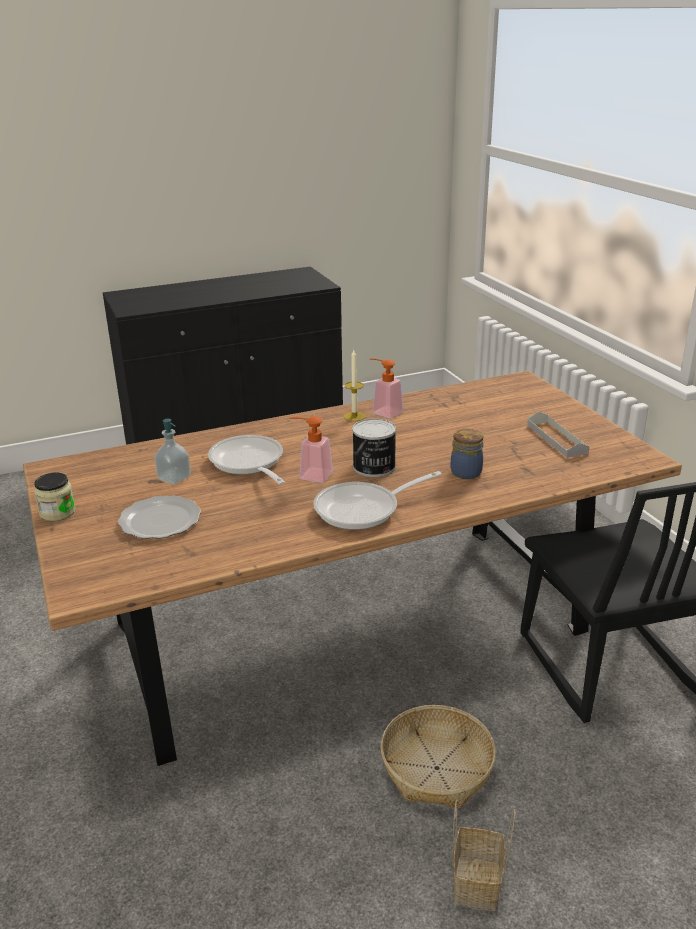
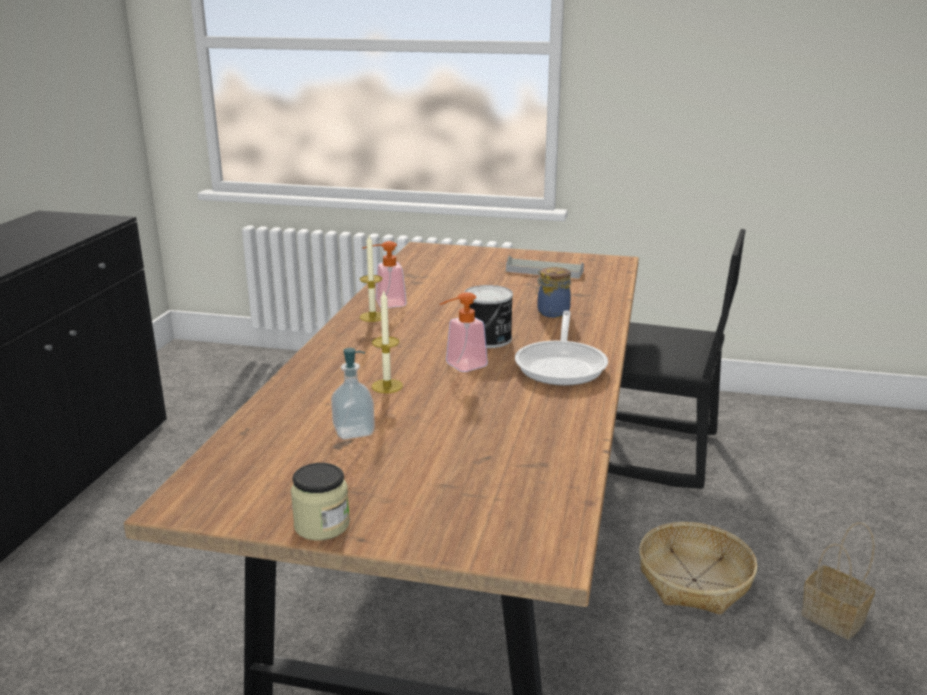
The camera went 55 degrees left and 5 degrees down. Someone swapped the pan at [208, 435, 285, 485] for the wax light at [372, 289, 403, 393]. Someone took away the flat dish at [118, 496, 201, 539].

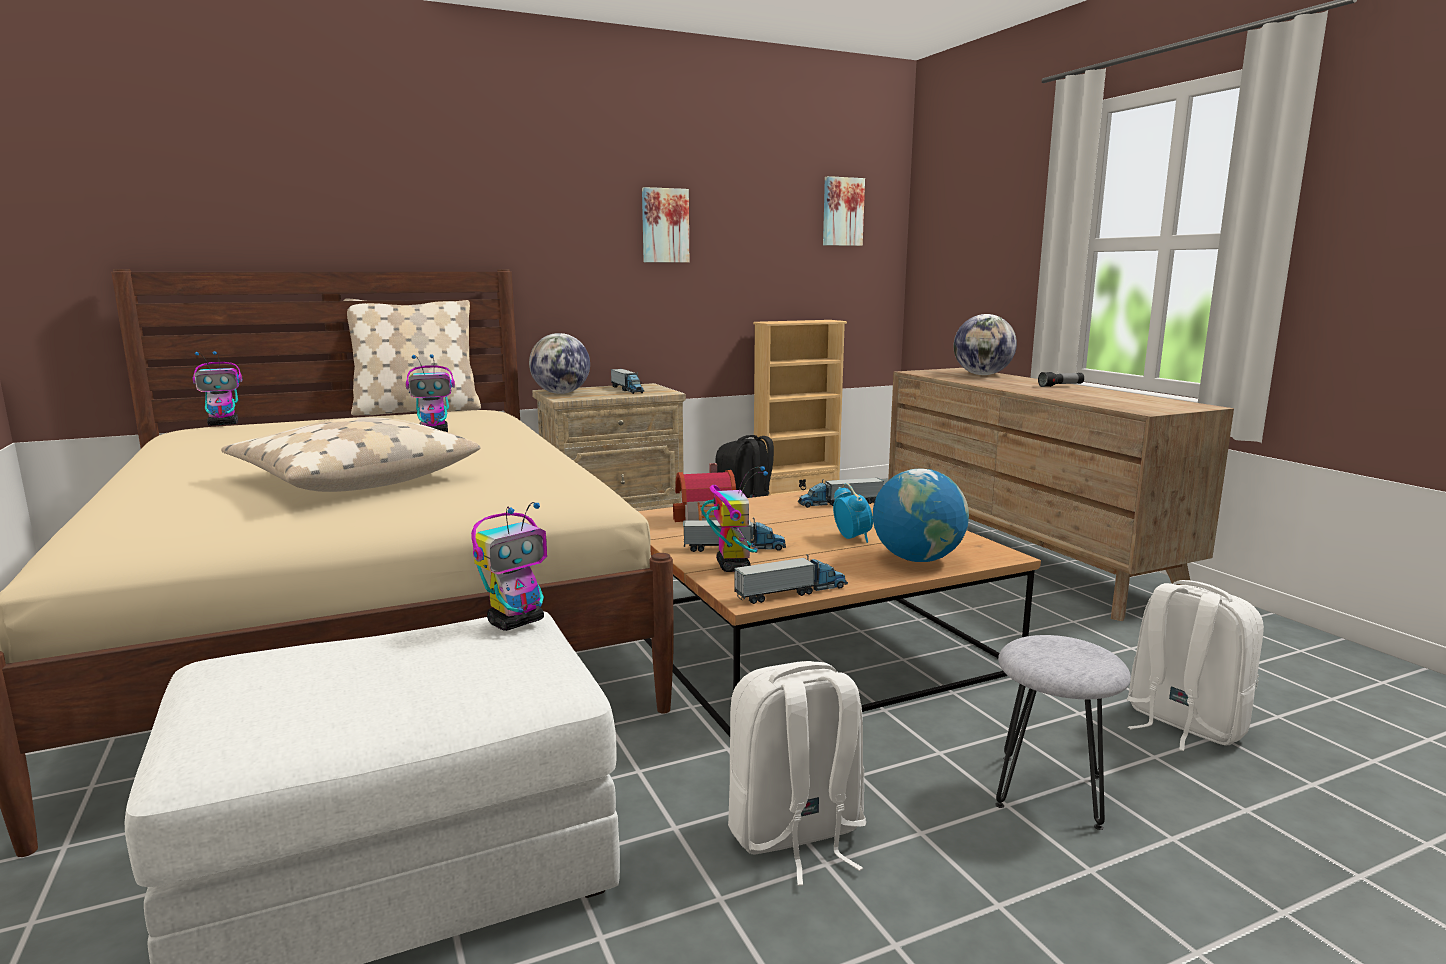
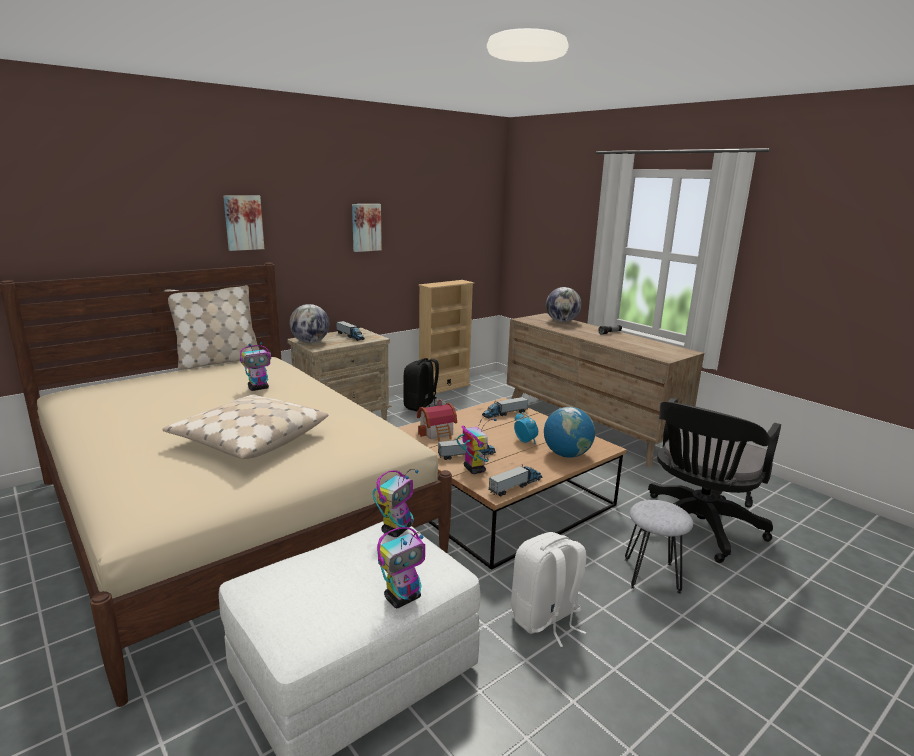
The camera went 15 degrees left and 5 degrees up. Someone carried the wall art from [823, 176, 865, 246] to [223, 195, 264, 251]. Someone carried the toy robot from [193, 351, 243, 426] to [377, 527, 425, 608]. Someone swapped the whitish knapsack at [1126, 580, 1264, 751] for the black-coloured computer chair at [642, 398, 781, 563].

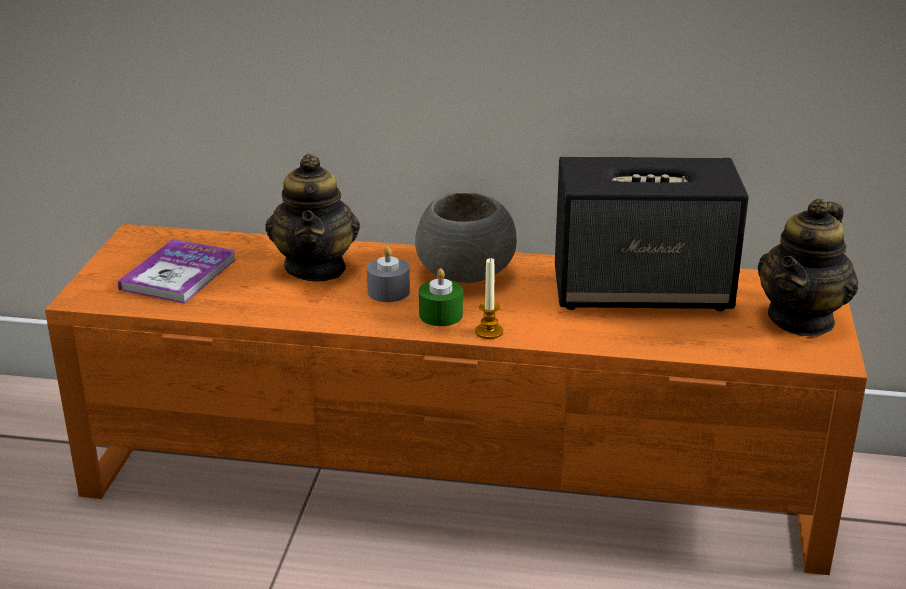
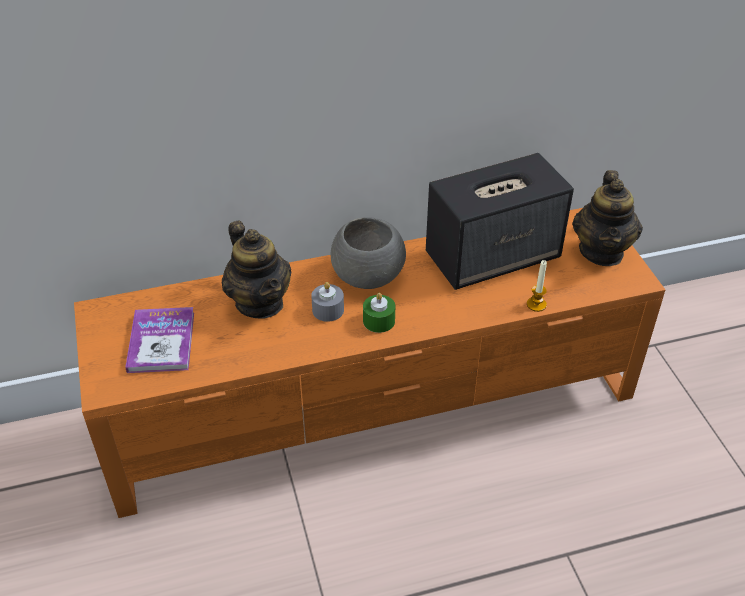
The camera went 25 degrees left and 15 degrees up. Someone carried the wax light from [475, 257, 503, 339] to [527, 260, 547, 312].

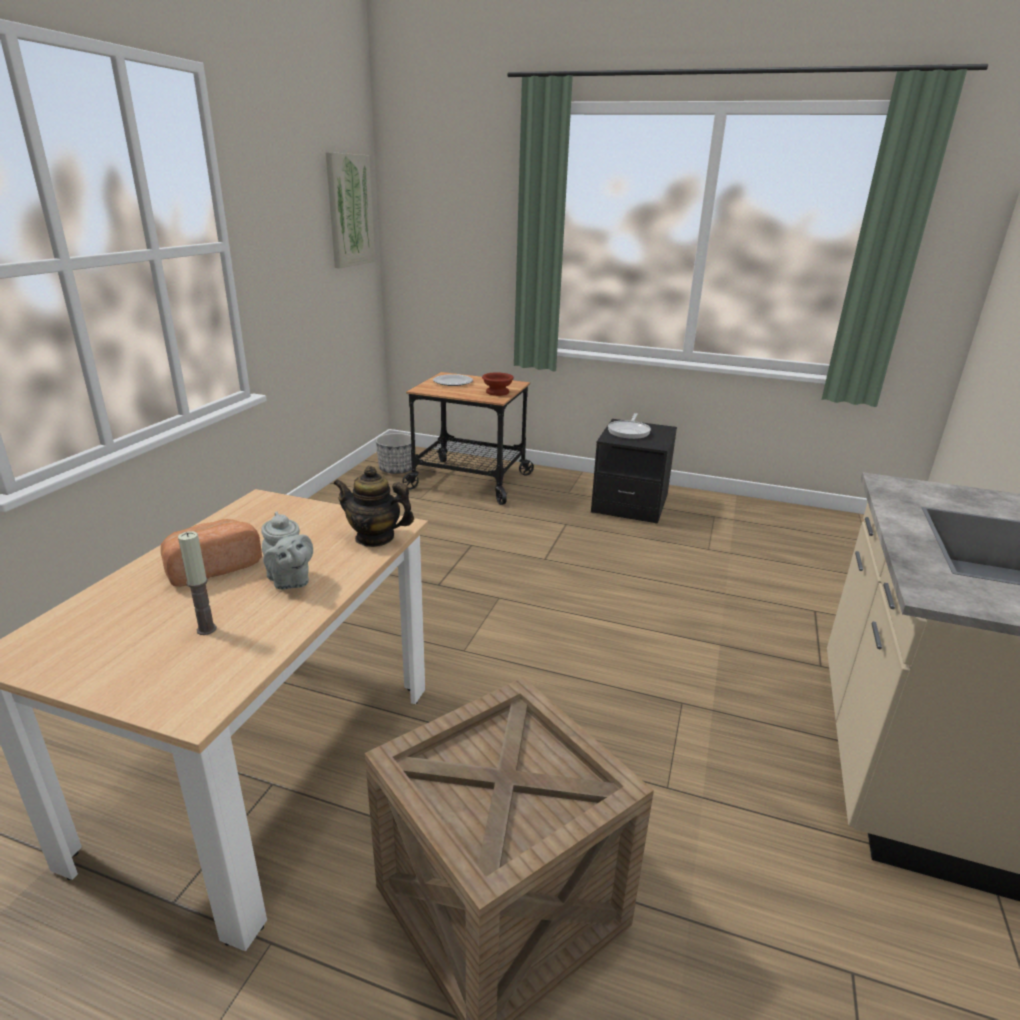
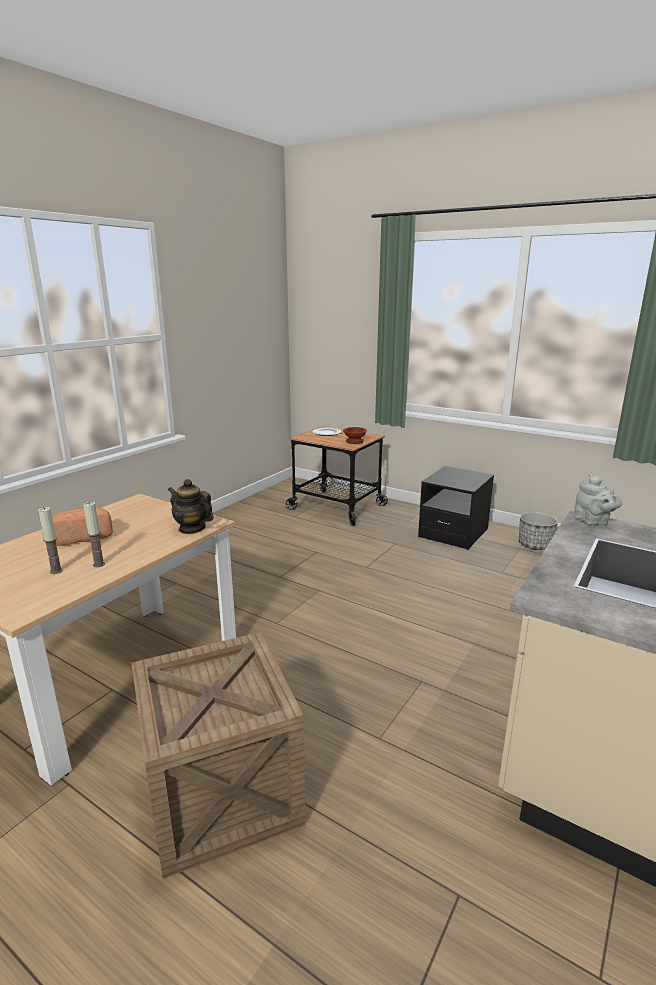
The camera went 15 degrees right and 5 degrees down. Someone took away the wall art at [325, 152, 375, 268]. Someone took away the pan at [608, 413, 651, 439]. Someone carried the plant pot from [376, 433, 412, 474] to [519, 512, 558, 550]. Someone carried the greyish teapot from [261, 511, 313, 590] to [574, 474, 622, 526]. Someone put down the wax light at [83, 502, 105, 567].

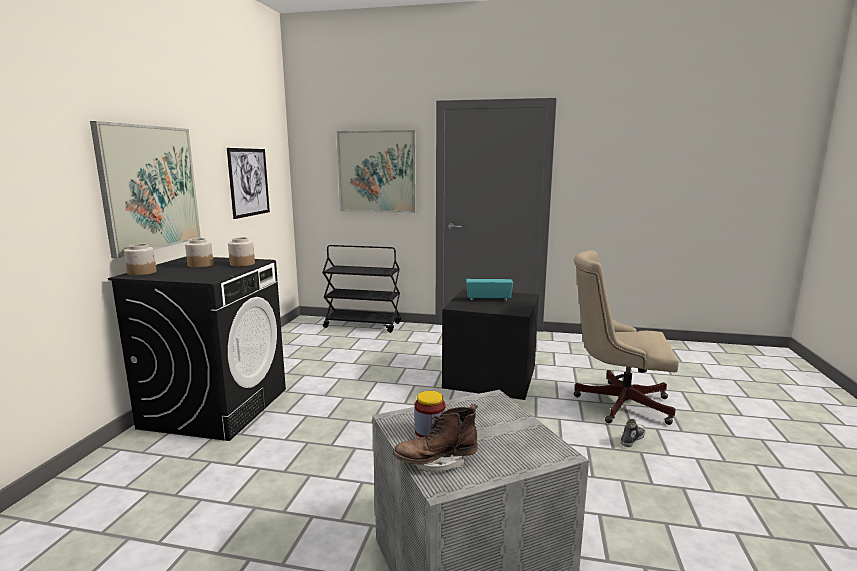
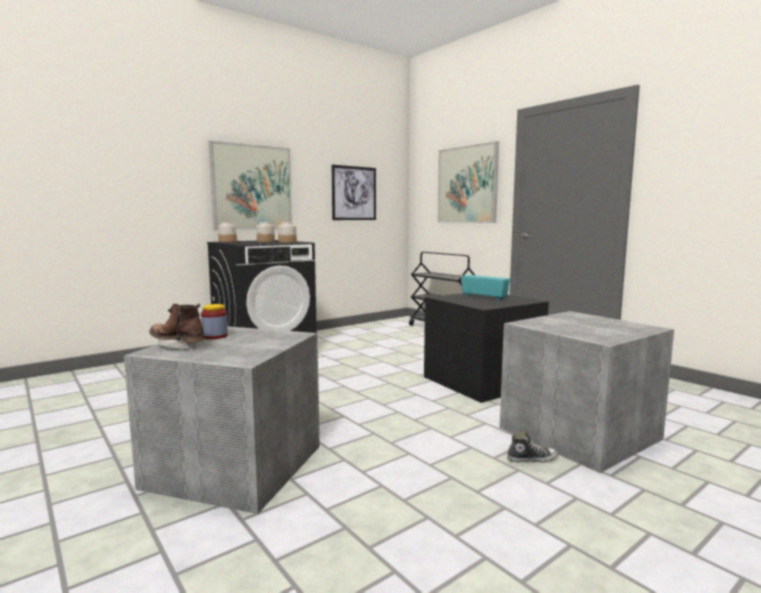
The camera went 40 degrees right and 5 degrees down. Someone swapped the beige-coloured computer chair at [574, 250, 679, 425] for the greyish storage box at [500, 311, 674, 473].

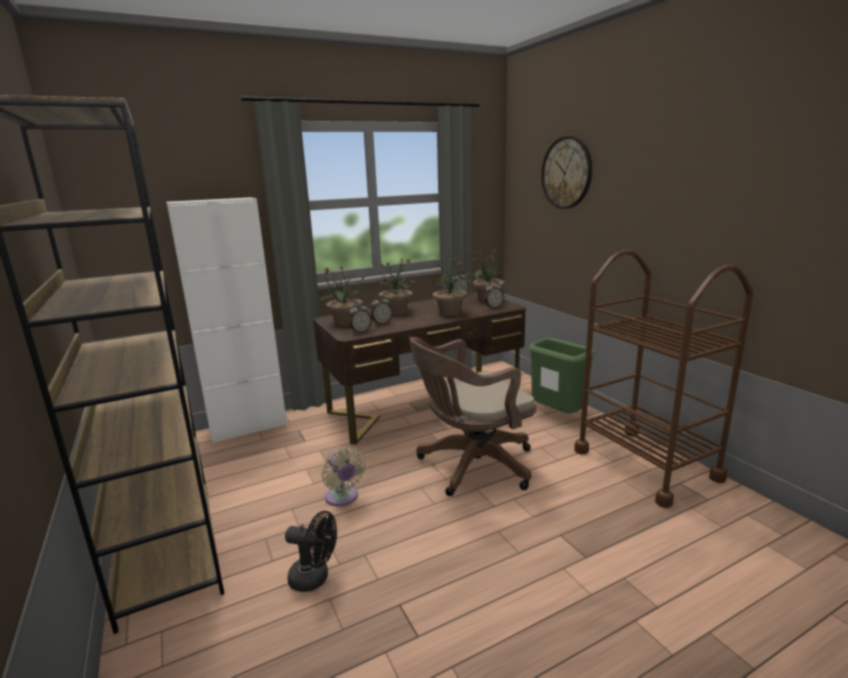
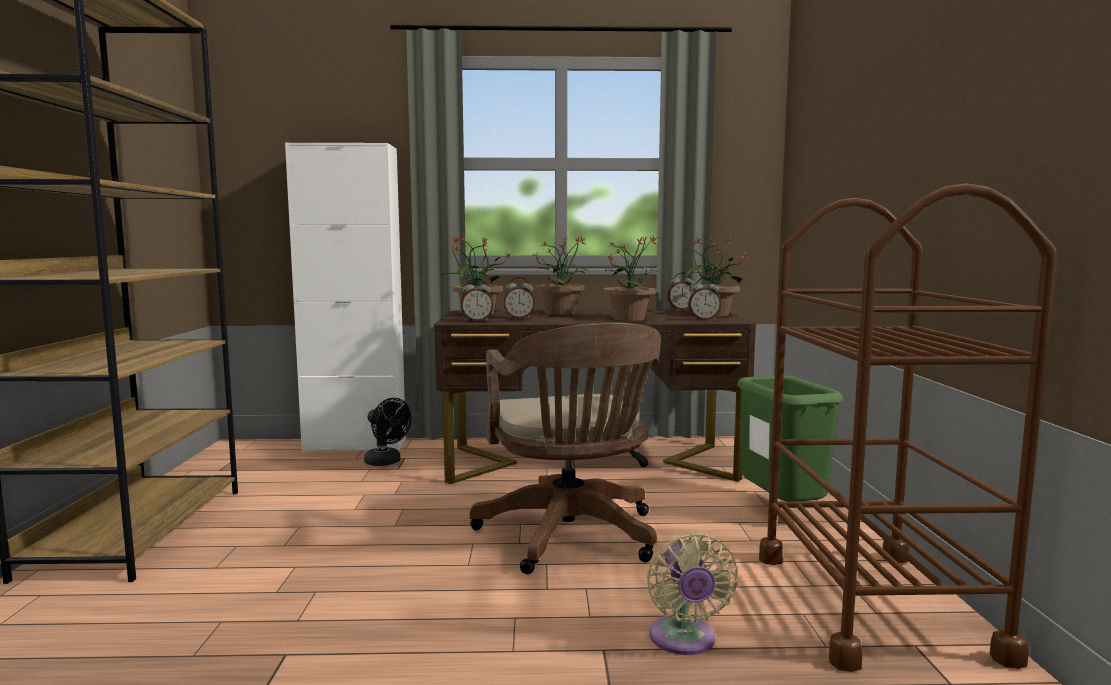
The camera went 25 degrees right and 10 degrees down. Someone took away the clock on the wall at [541, 136, 592, 209]. Someone rotated the brownish computer chair at [409, 337, 536, 496] by 105 degrees counterclockwise. Someone carried the beige-coloured fan from [322, 447, 366, 507] to [647, 533, 738, 655]. Someone carried the black-coloured fan from [285, 511, 337, 592] to [364, 398, 412, 466].

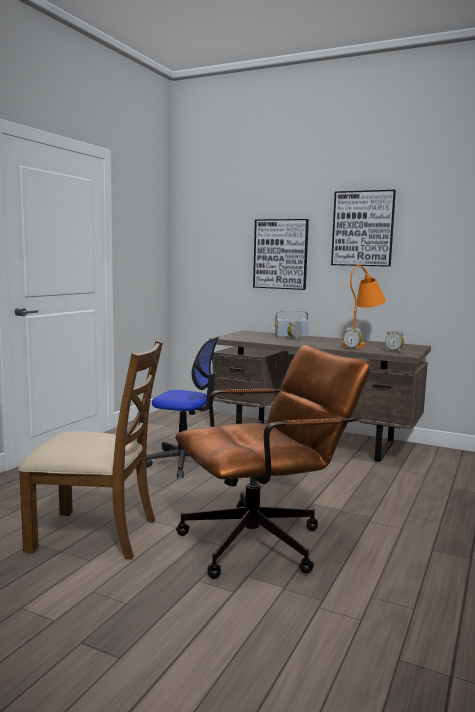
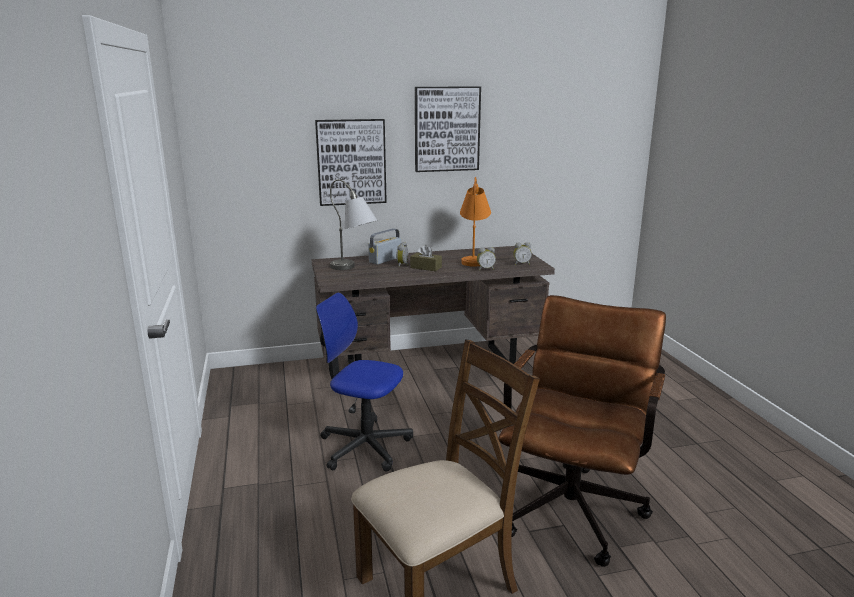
The camera went 40 degrees left and 10 degrees up. Someone rotated the computer chair at [146, 337, 219, 478] by 135 degrees counterclockwise. Someone put down the greyish table lamp at [330, 179, 378, 270]. Someone put down the brownish box of tissues at [410, 245, 442, 271].

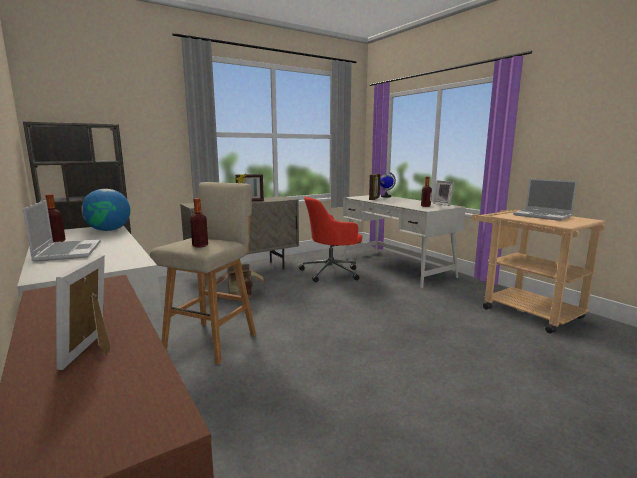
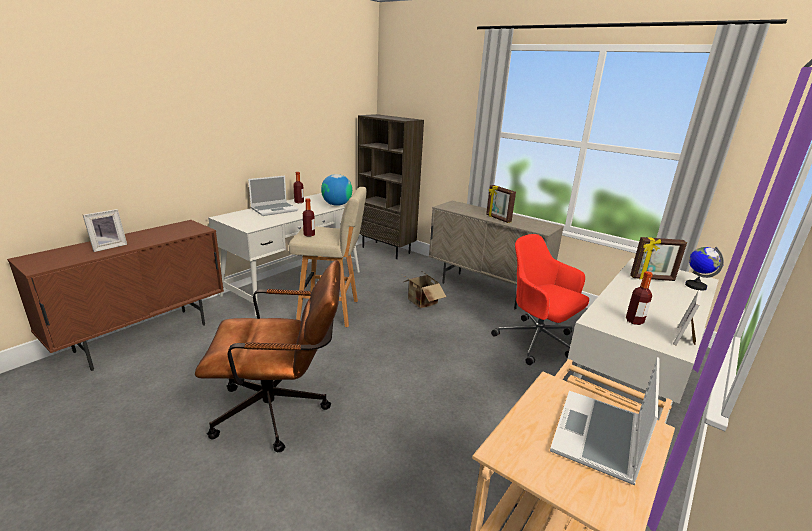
The camera went 70 degrees right and 10 degrees up. Someone rotated the standing frame at [56, 255, 111, 370] by 150 degrees clockwise. Someone put down the brownish computer chair at [195, 260, 341, 452].

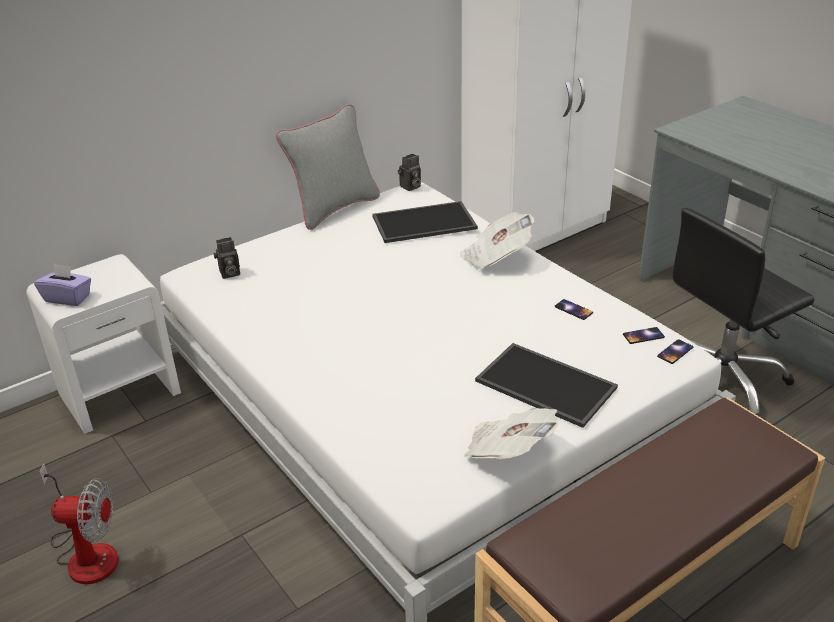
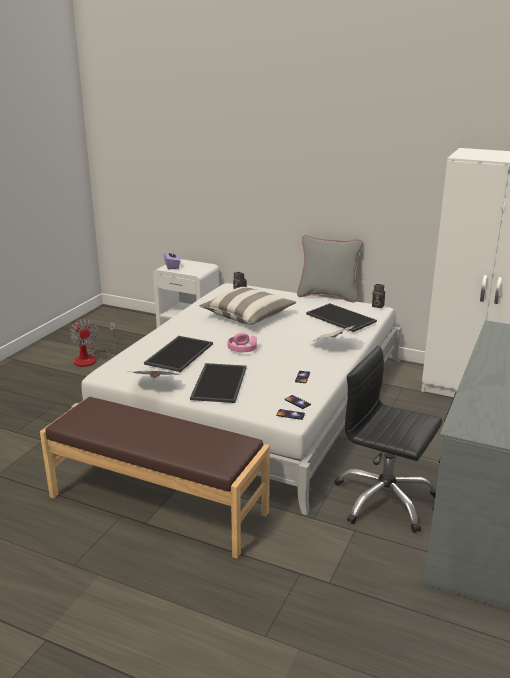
The camera went 60 degrees right and 10 degrees down. Someone put down the throw pillow at [199, 287, 296, 325]. Someone put down the pink-coloured pair of headphones at [228, 333, 257, 352]. Someone put down the tray at [144, 336, 213, 372].

